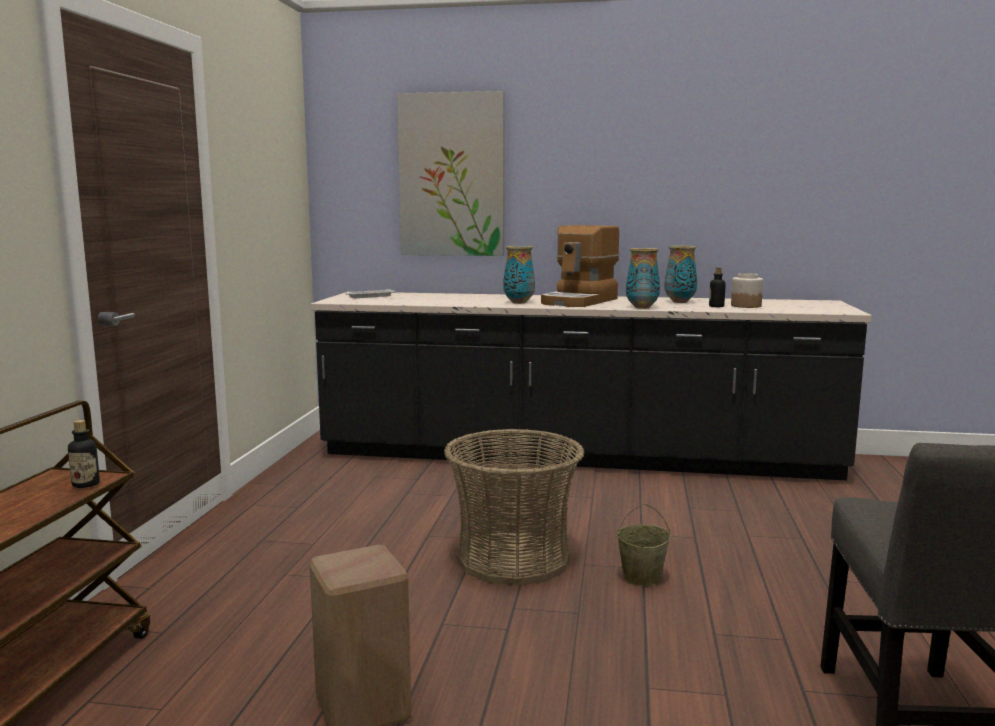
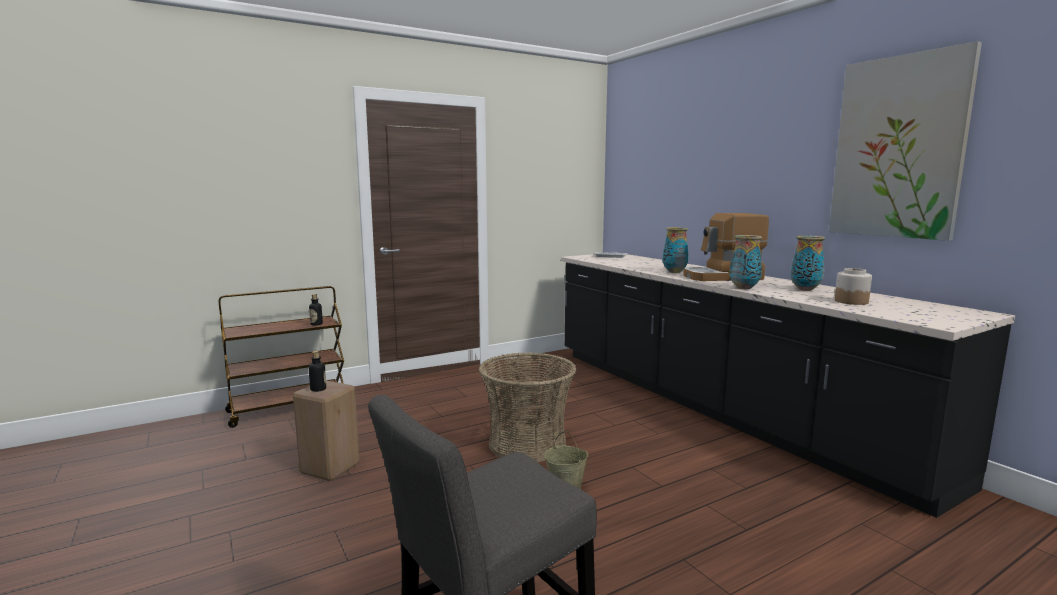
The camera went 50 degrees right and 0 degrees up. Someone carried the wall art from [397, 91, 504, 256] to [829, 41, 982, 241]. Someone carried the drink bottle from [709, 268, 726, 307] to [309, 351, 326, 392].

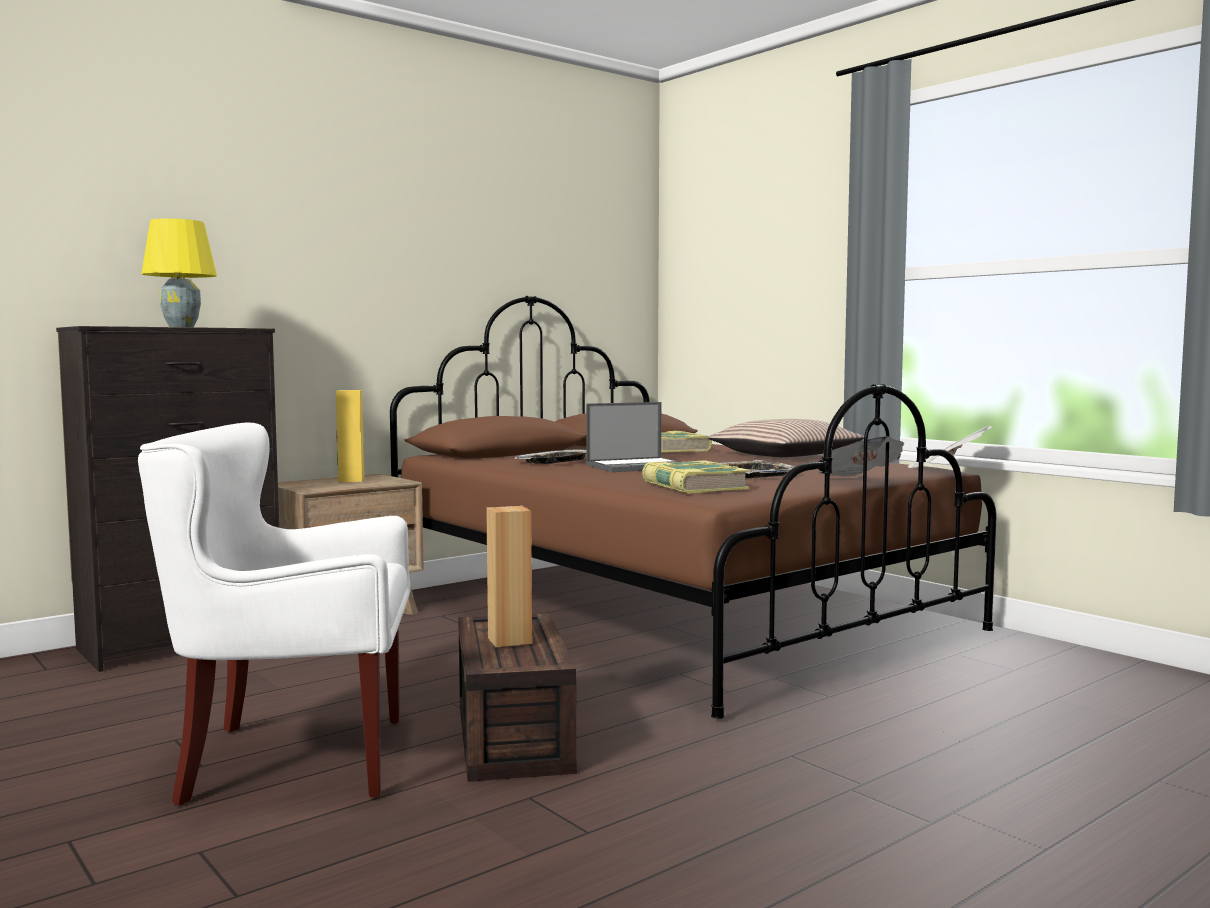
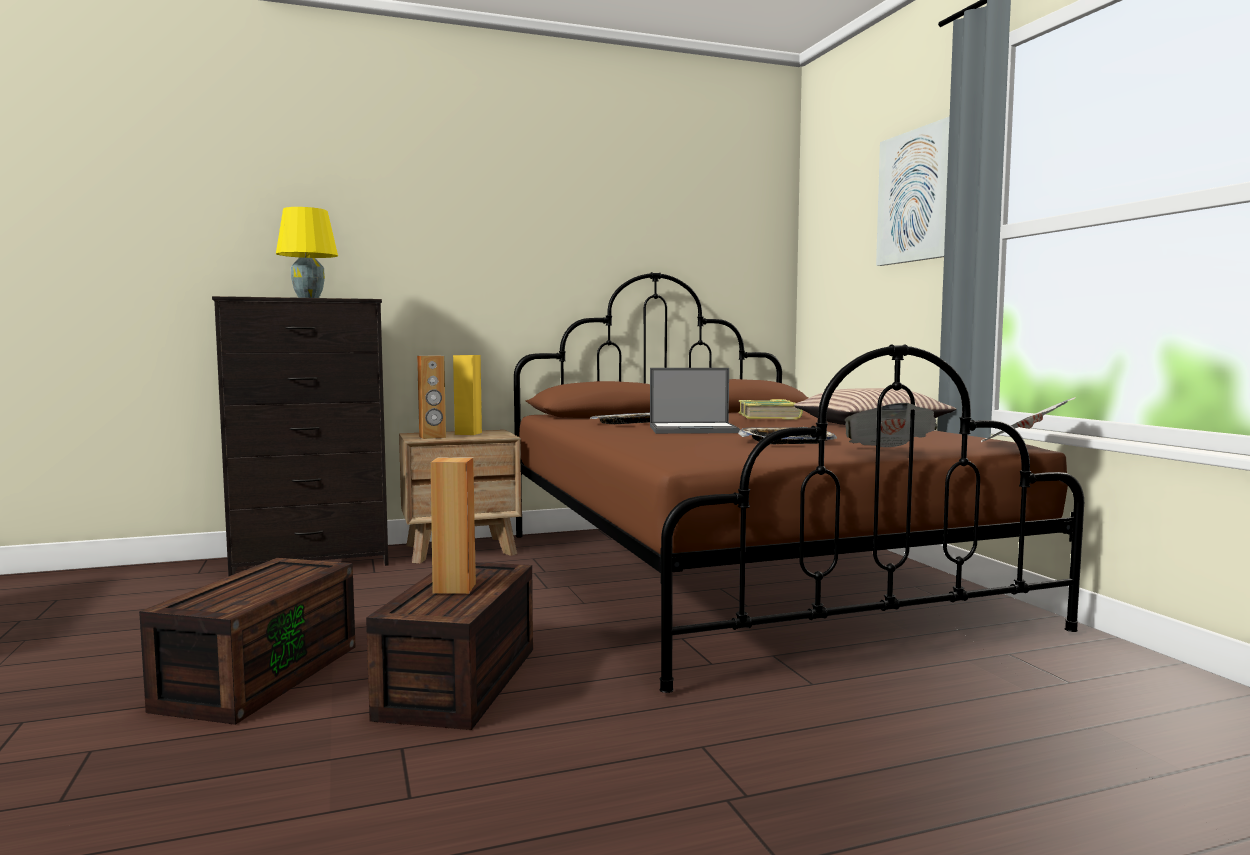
The camera went 20 degrees right and 0 degrees up. Someone swapped the whitish easy chair at [138, 423, 410, 806] for the brownish storage box at [139, 558, 356, 725]. Someone took away the bound book at [642, 460, 749, 494]. Someone put up the wall art at [876, 116, 950, 266]. Someone put down the brownish loudspeaker at [417, 356, 446, 439].

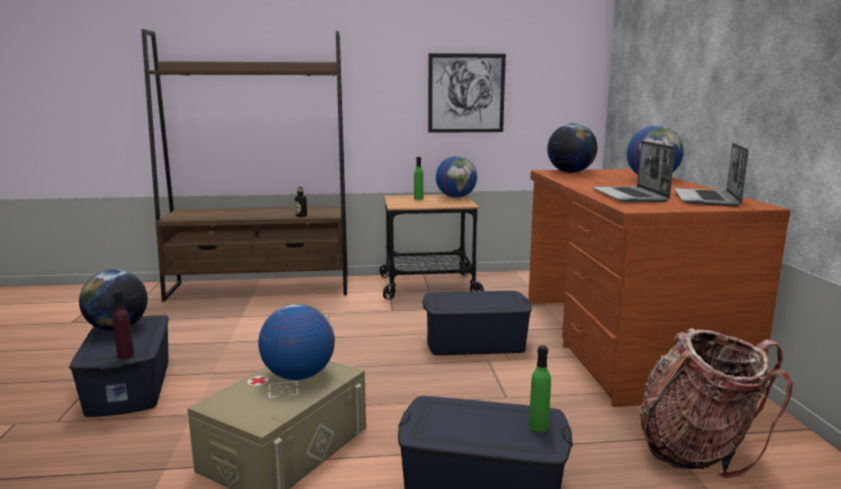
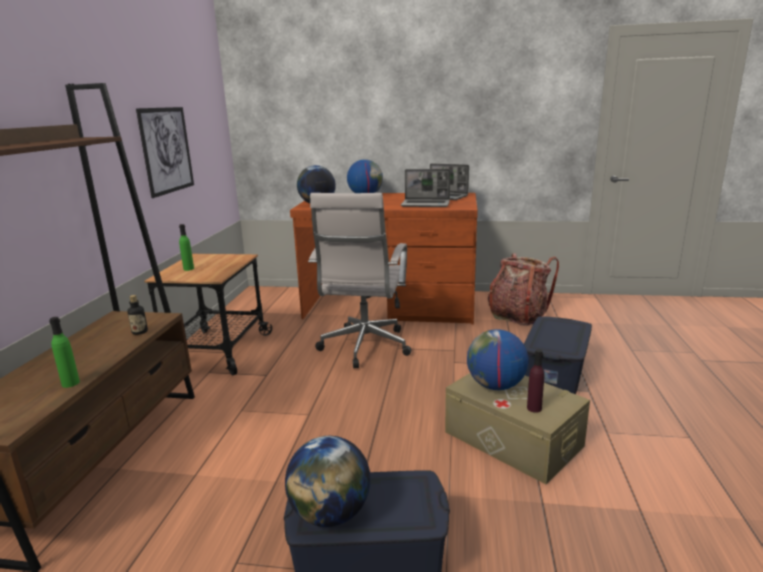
The camera went 75 degrees left and 5 degrees up. Someone took away the desk globe at [436, 156, 477, 198]. Someone carried the purple-coloured drink bottle from [112, 291, 134, 360] to [527, 349, 544, 413]. Someone swapped the blue storage box at [422, 291, 532, 355] for the whitish computer chair at [308, 193, 411, 368]. Someone carried the greenish drink bottle from [529, 345, 551, 432] to [49, 317, 80, 388].

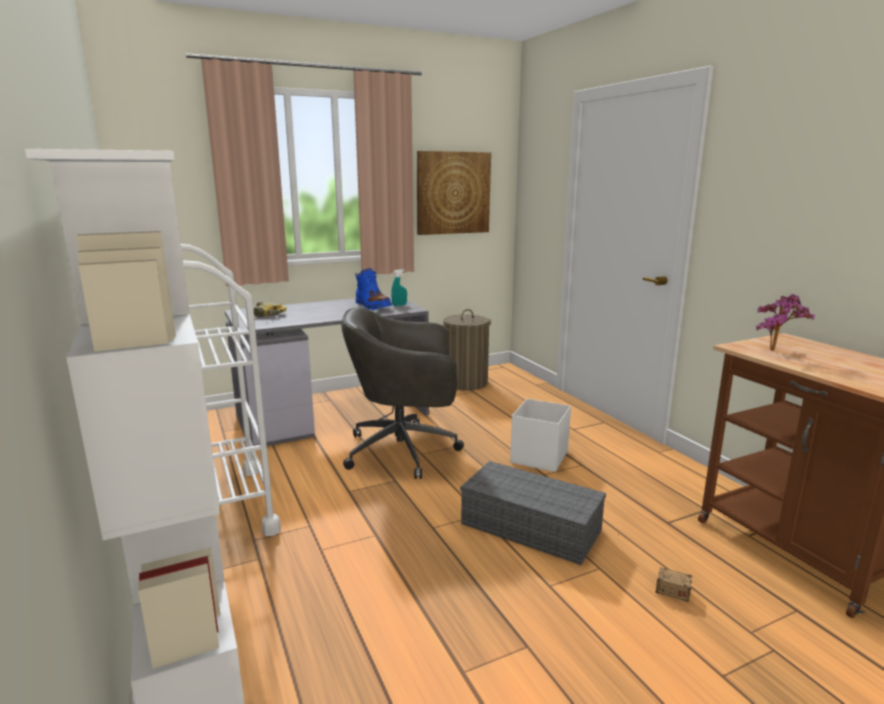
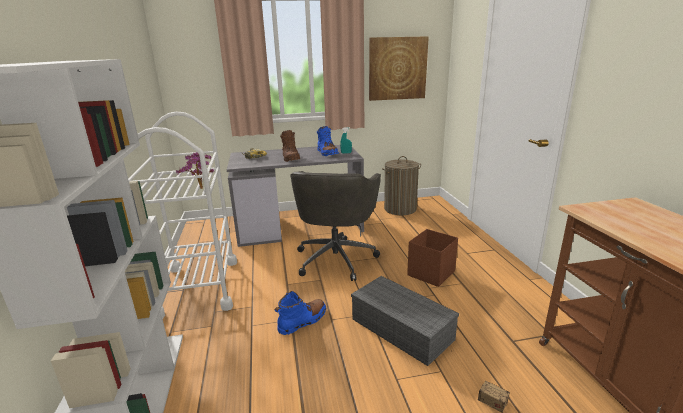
The camera went 15 degrees right and 5 degrees up. Someone carried the houseplant from [756, 294, 815, 351] to [176, 152, 214, 189]. Someone rotated the greyish computer chair at [341, 307, 464, 479] by 90 degrees counterclockwise. Someone repainted the whitish storage box at [510, 398, 571, 472], which became the brownish storage box at [407, 229, 458, 287]. Someone put down the brownish boot at [280, 130, 300, 162]. Someone put down the blue boot at [275, 291, 326, 335].

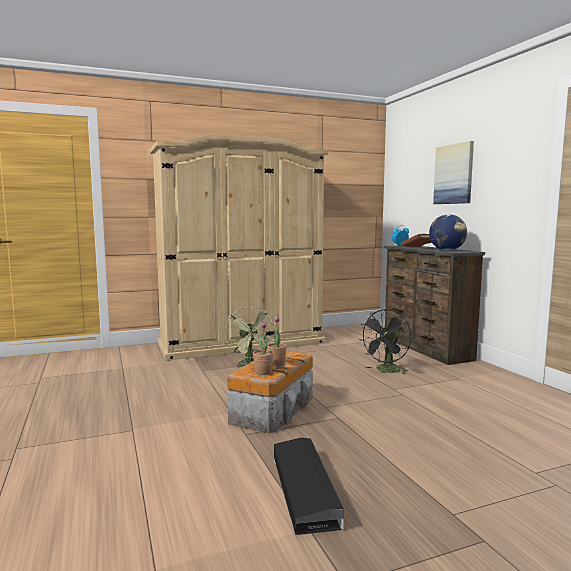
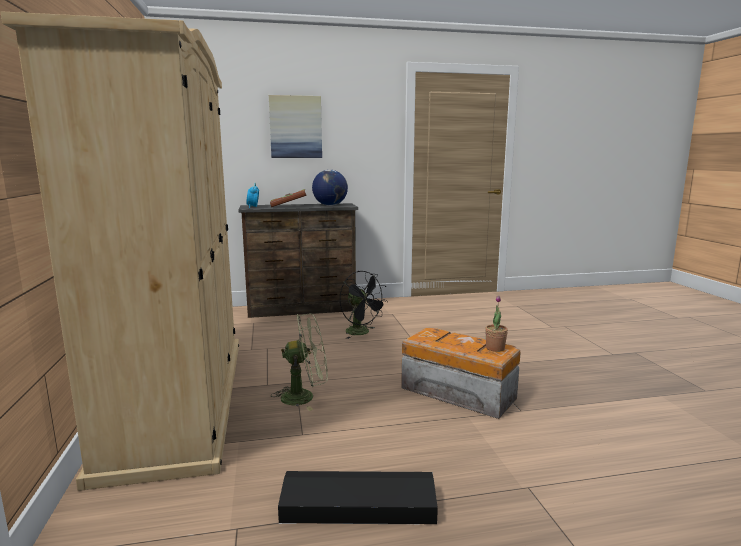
The camera went 80 degrees left and 5 degrees up. Someone took away the houseplant at [267, 316, 287, 367]. Someone carried the black-coloured storage box from [274, 438, 344, 535] to [278, 471, 438, 524].

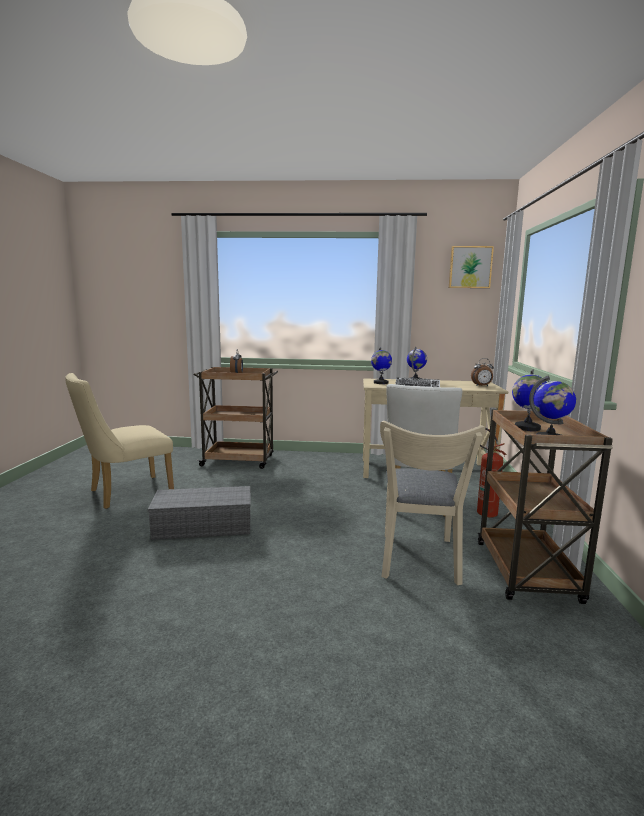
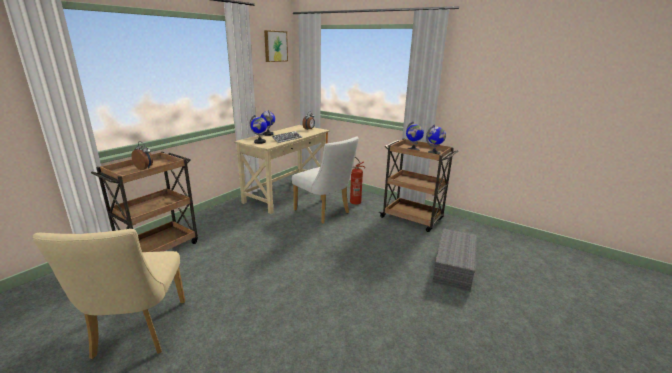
The camera went 60 degrees left and 10 degrees up. Someone took away the beige-coloured upright chair at [380, 421, 485, 585]. Someone carried the greyish storage box from [148, 486, 250, 540] to [432, 228, 477, 291].

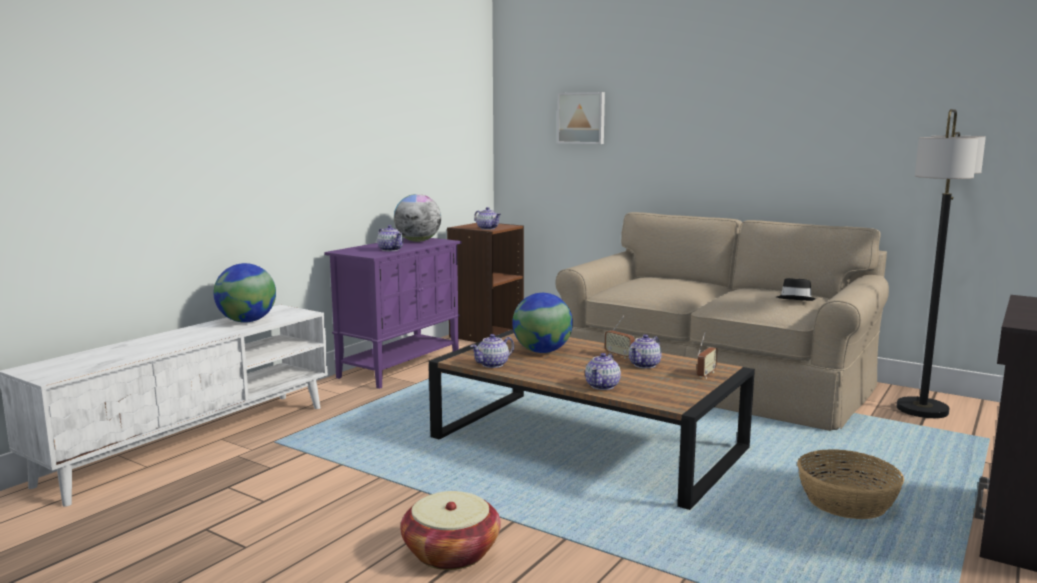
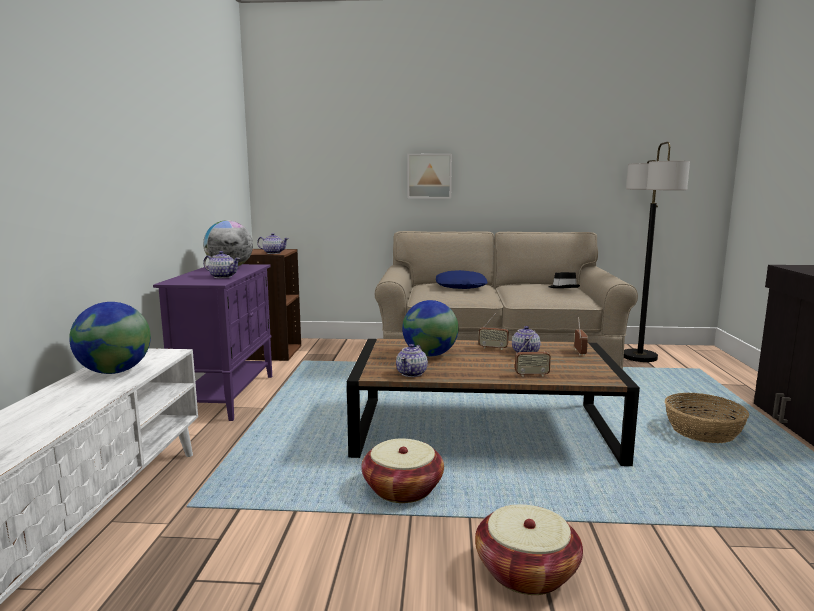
The camera went 30 degrees left and 0 degrees up. Someone carried the wall art from [557, 92, 605, 144] to [408, 154, 452, 199]. Someone swapped the teapot at [585, 353, 621, 390] for the radio at [515, 335, 551, 377]. Someone put down the blue throw pillow at [436, 270, 488, 289]. Someone put down the household basket at [361, 438, 444, 503].

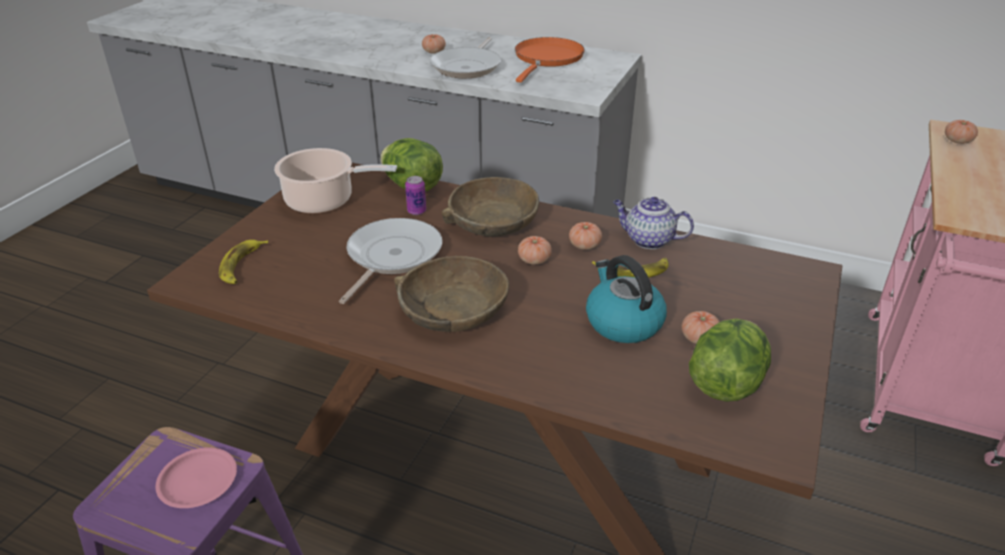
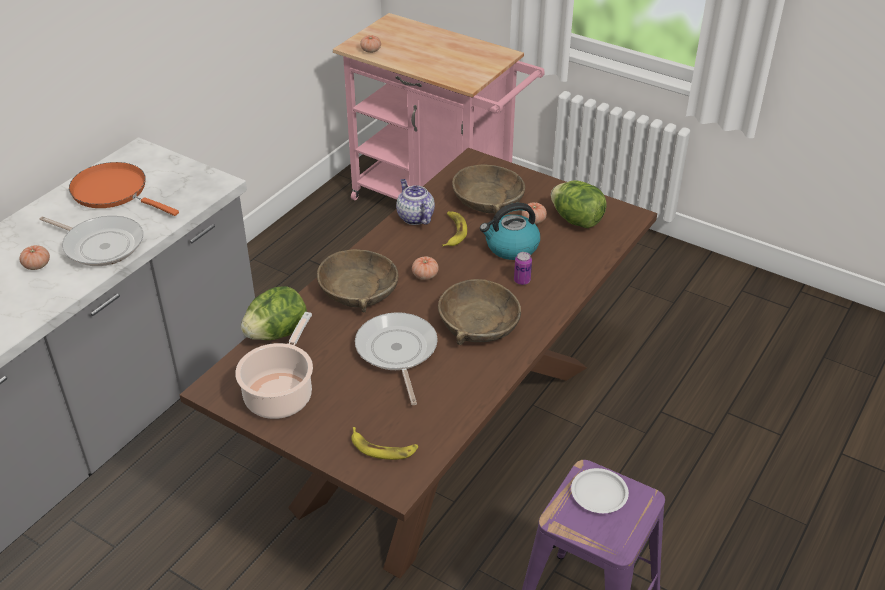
The camera went 80 degrees left and 5 degrees up. Someone carried the sealed can from [405, 176, 426, 215] to [514, 252, 532, 285]. Someone rotated the teapot at [613, 197, 694, 249] by 120 degrees clockwise. Someone rotated the pan at [339, 218, 442, 304] by 45 degrees clockwise. Someone took away the tomato at [569, 222, 602, 250]. Someone repainted the pink-coloured flat dish at [155, 447, 237, 508], which became the whitish flat dish at [571, 468, 629, 513]. Someone put down the brownish deep dish at [452, 164, 525, 214].

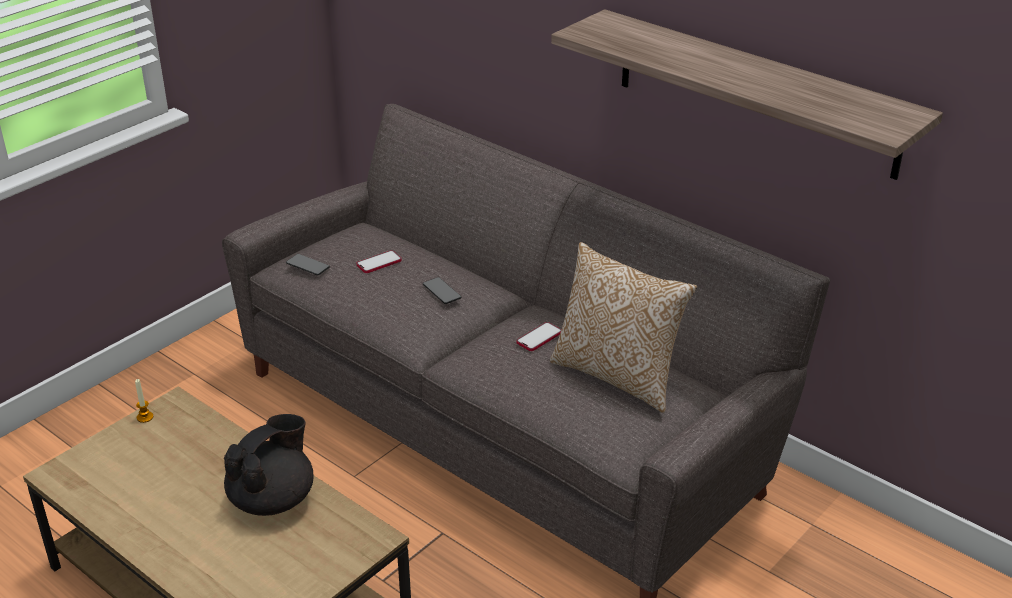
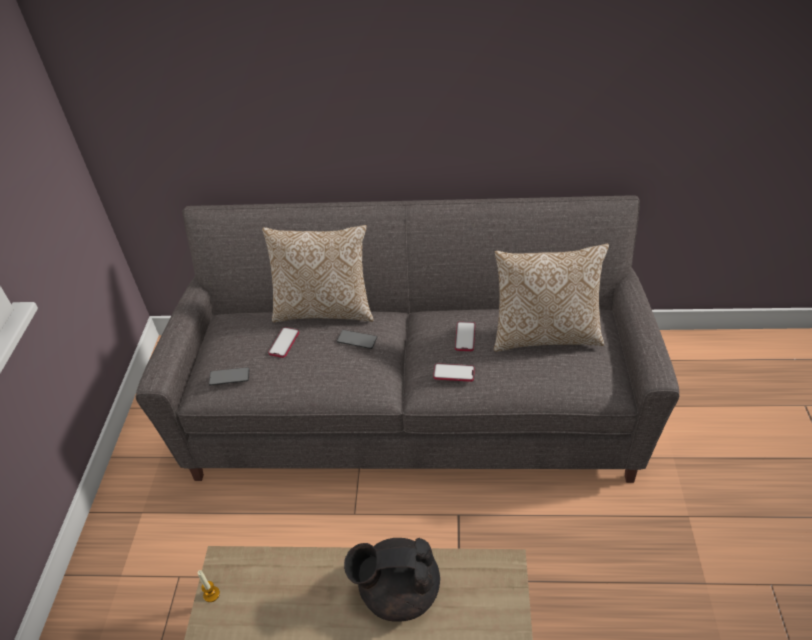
The camera went 35 degrees left and 10 degrees up. Someone took away the wall shelf at [551, 9, 943, 180]. Someone rotated the black-coloured teapot at [224, 414, 313, 516] by 90 degrees counterclockwise. Someone put down the throw pillow at [262, 225, 374, 322]. Someone put down the telephone at [433, 363, 475, 382].

